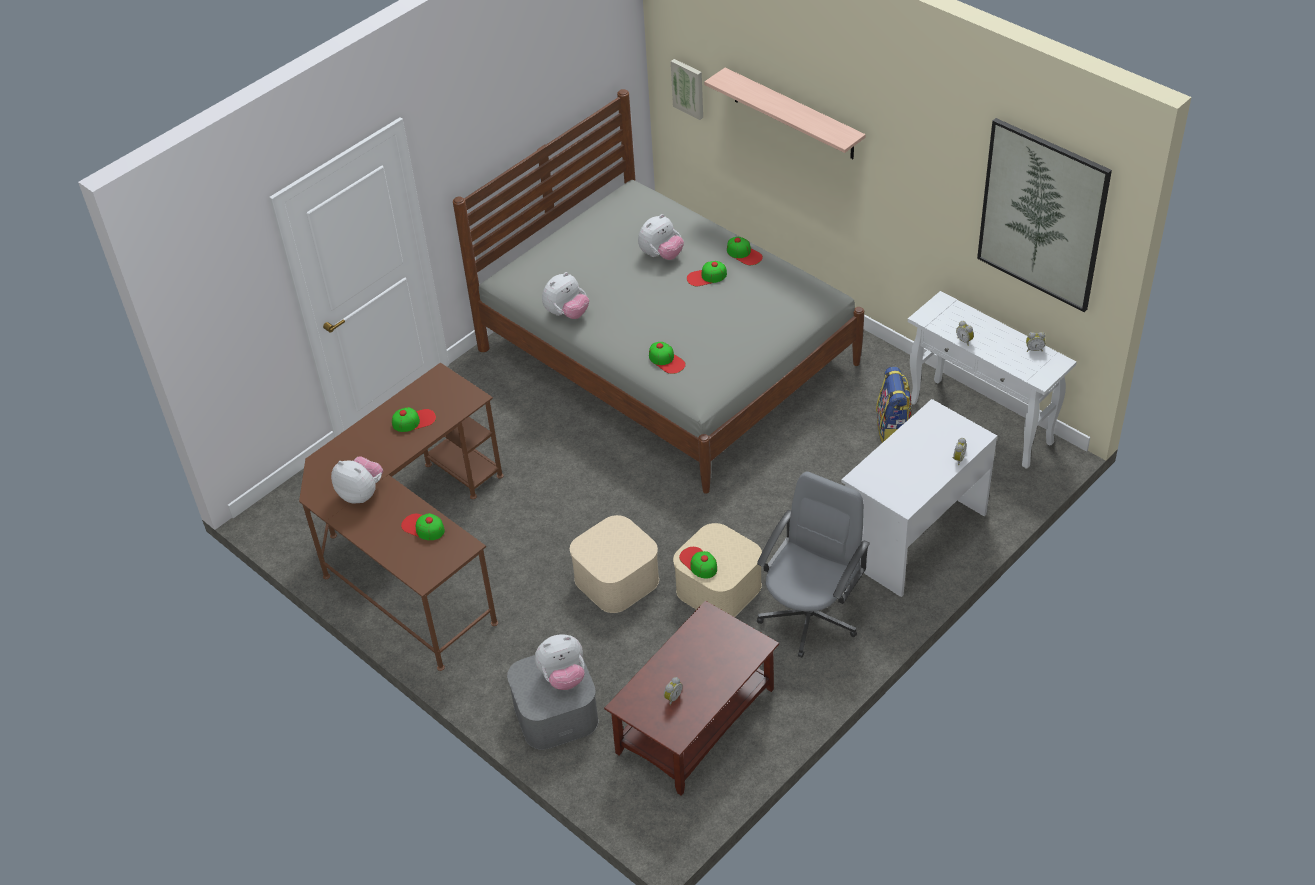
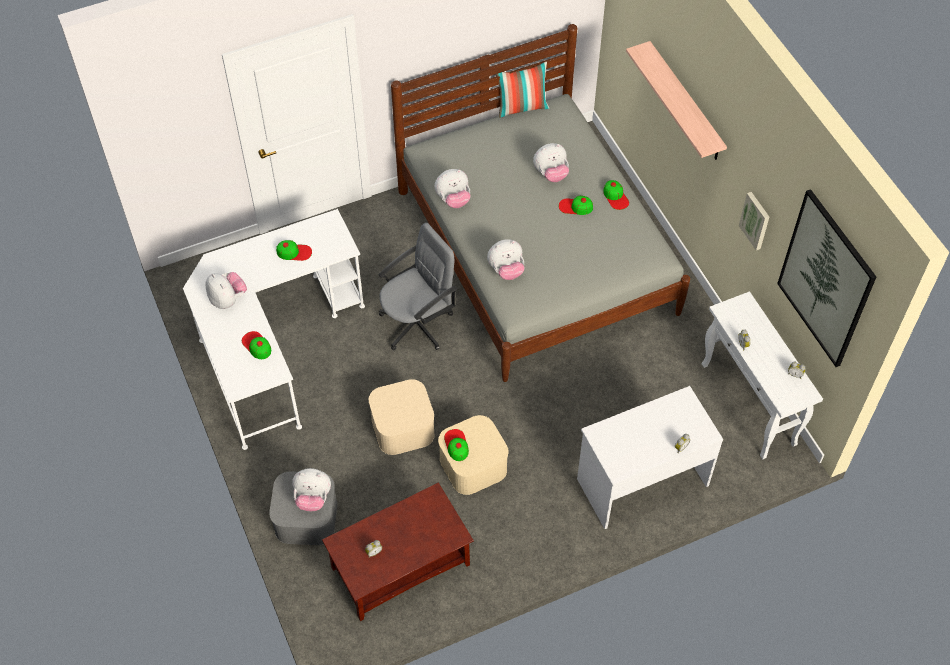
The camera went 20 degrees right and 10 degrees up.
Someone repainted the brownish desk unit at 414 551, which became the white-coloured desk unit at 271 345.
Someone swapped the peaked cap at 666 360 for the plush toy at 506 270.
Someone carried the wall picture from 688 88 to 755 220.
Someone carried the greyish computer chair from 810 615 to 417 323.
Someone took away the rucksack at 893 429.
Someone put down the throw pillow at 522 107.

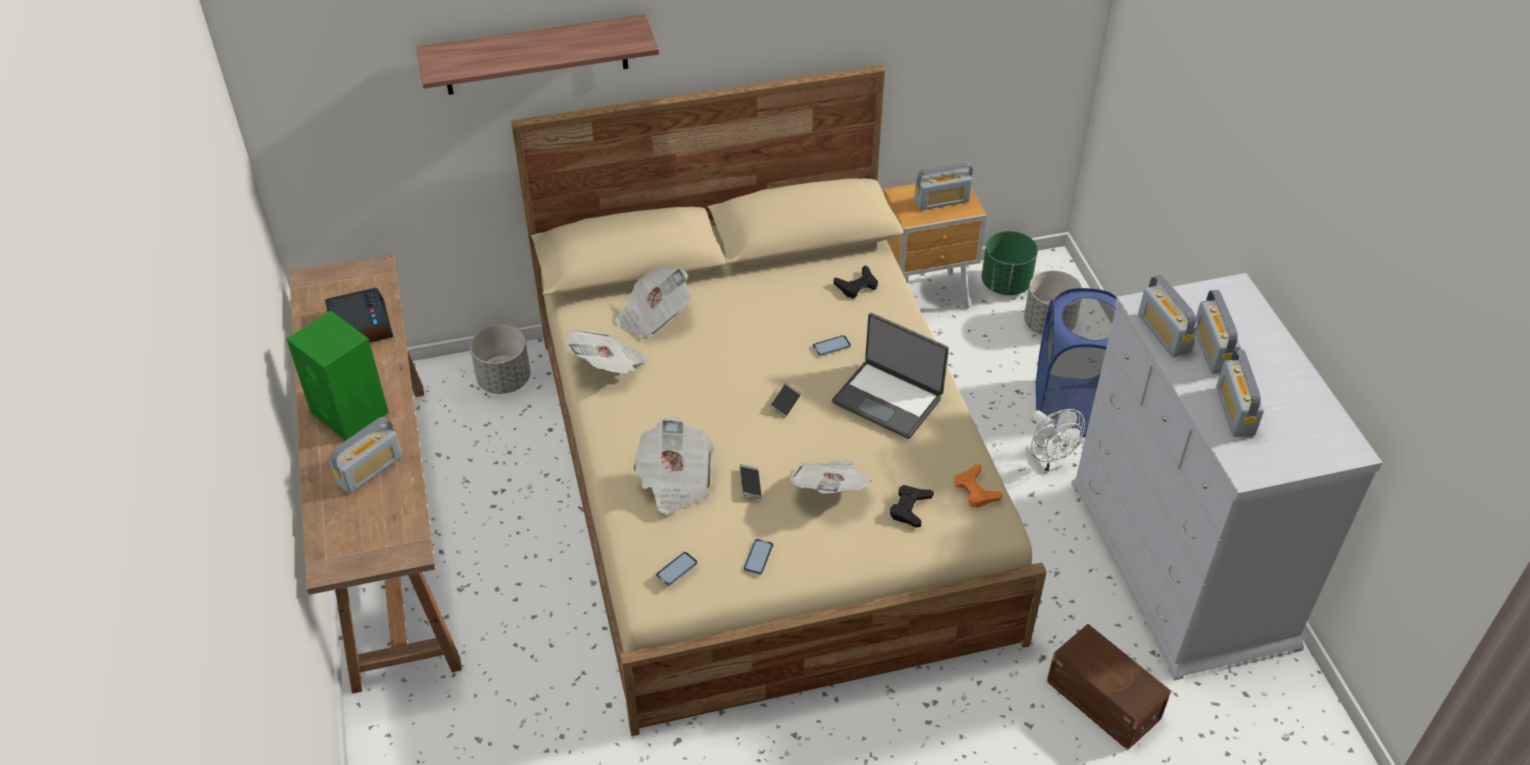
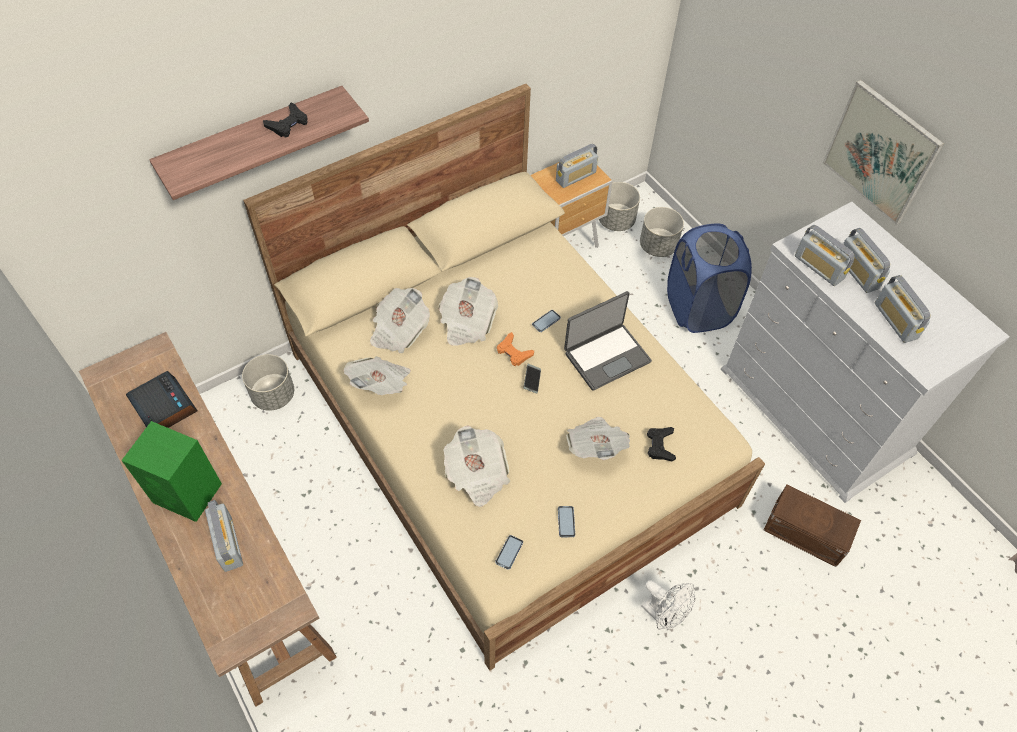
The camera went 20 degrees left and 10 degrees up.
Someone rotated the radio at 370 470 by 45 degrees counterclockwise.
Someone took away the telephone at 750 484.
Someone rotated the notebook computer at 888 399 by 45 degrees counterclockwise.
Someone carried the black game controller from 857 286 to 288 124.
Someone carried the orange game controller from 976 490 to 513 352.
Someone repainted the greenish planter at 1006 284, which became the greyish planter at 616 221.
Someone carried the white-coloured fan from 1047 462 to 663 615.
Someone put down the printed paper at 466 323.
Someone put up the wall picture at 880 152.

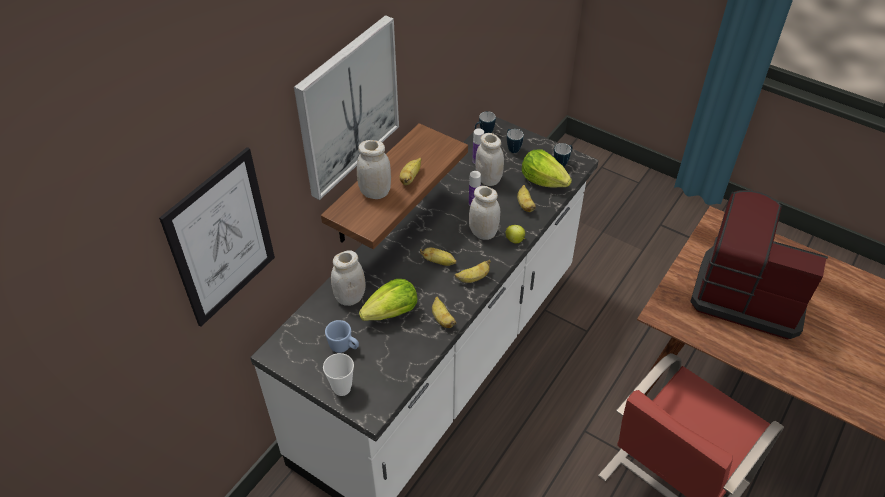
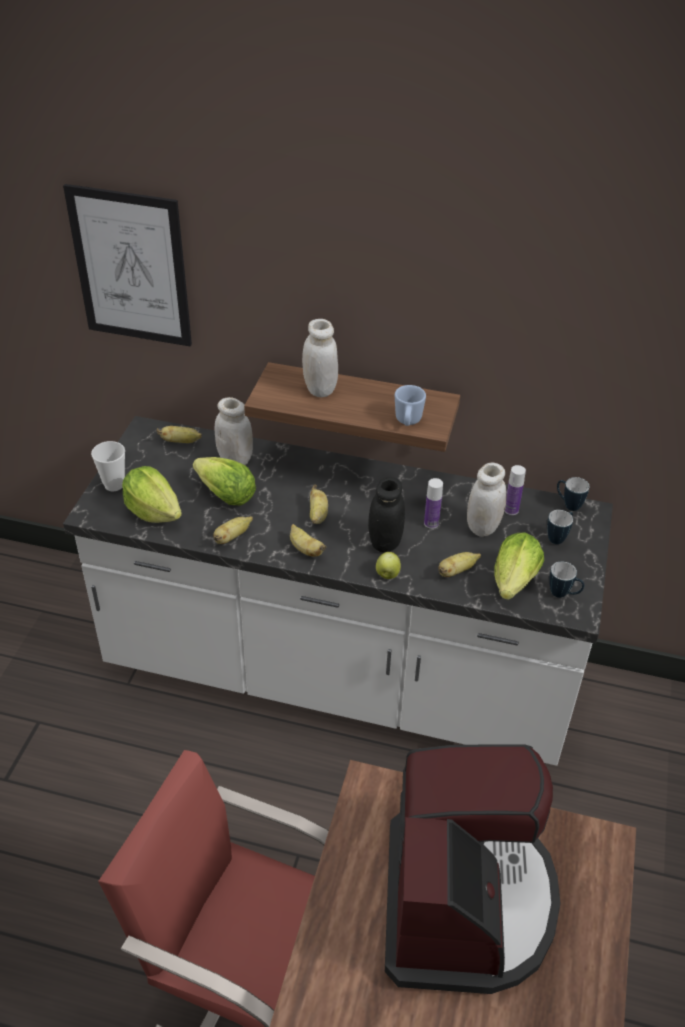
The camera went 70 degrees right and 5 degrees down.
Someone took away the wall picture at 347 107.
Someone carried the blue tea mug from 344 347 to 408 422.
Someone carried the whole banana from 410 178 to 181 442.
Someone repainted the white-coloured storage jar at 483 233, which became the black storage jar at 385 542.
Someone put down the lettuce head at 153 511.

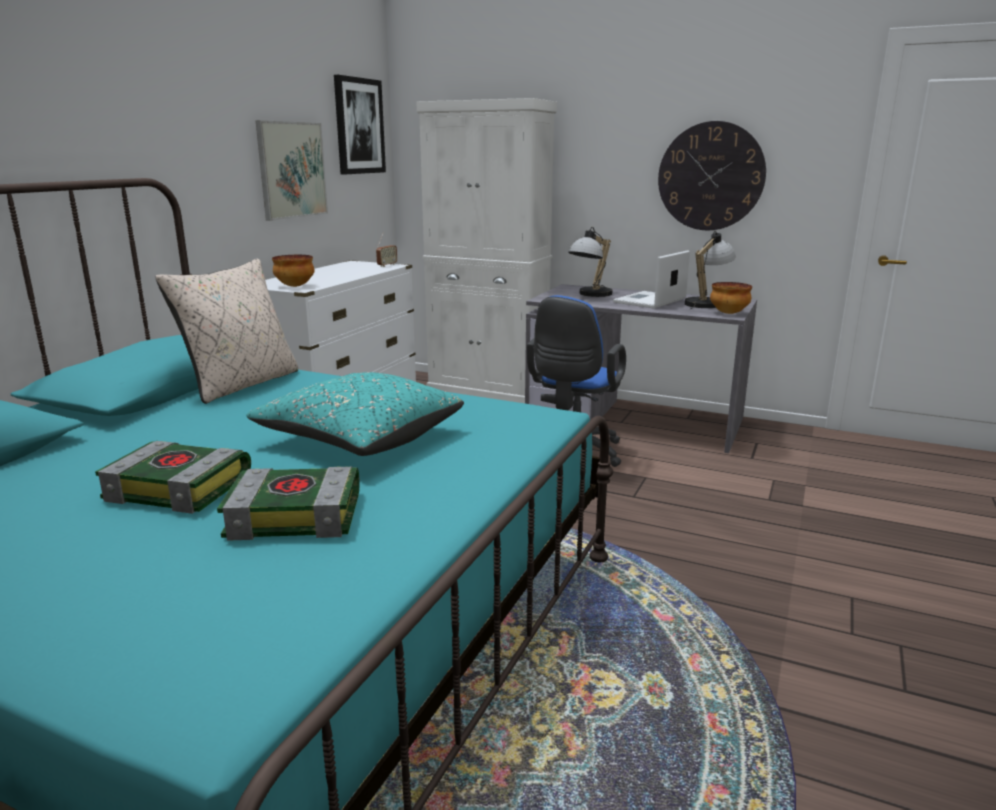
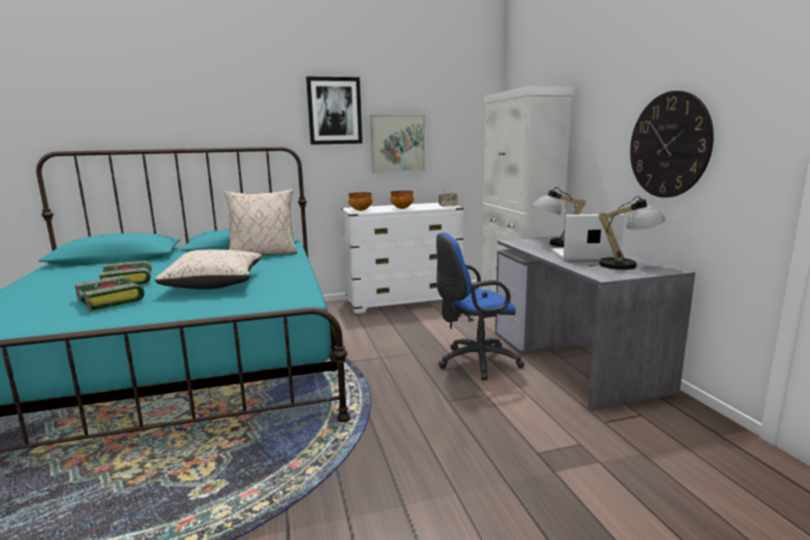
The camera went 50 degrees right and 5 degrees down.
Someone repainted the turquoise throw pillow at 360 438, which became the beige throw pillow at 215 284.
Someone carried the wall picture from 359 126 to 334 111.
Someone carried the bowl from 729 313 to 402 208.

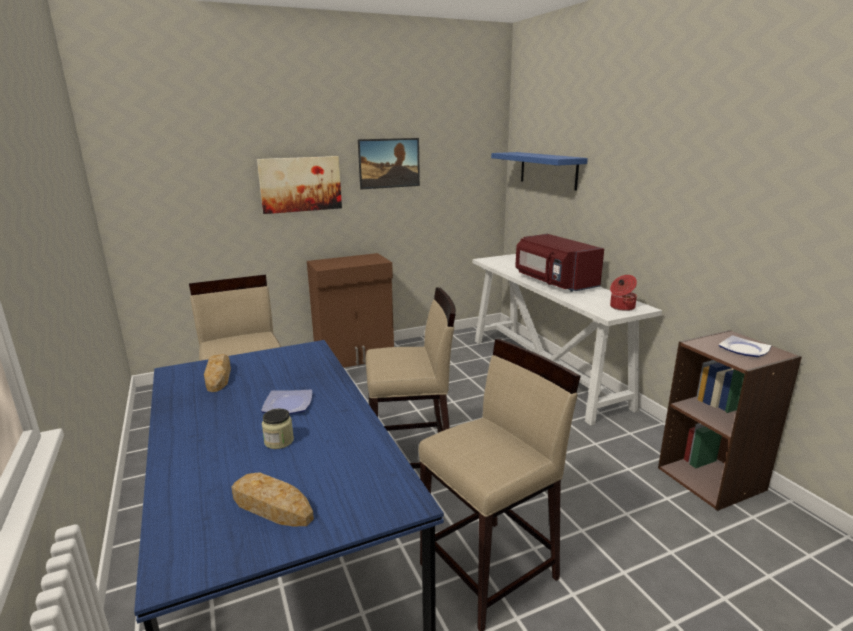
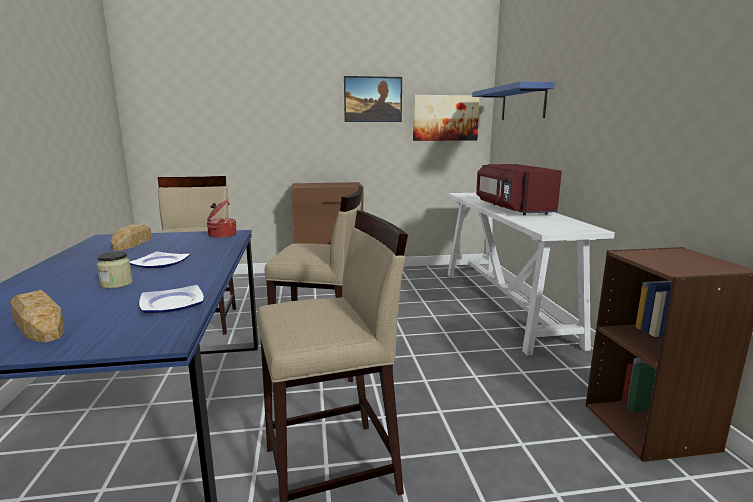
The camera went 15 degrees right and 5 degrees down.
Someone carried the wall picture from 300 184 to 445 118.
Someone carried the stockpot from 621 307 to 221 235.
Someone carried the flat dish from 742 349 to 171 303.

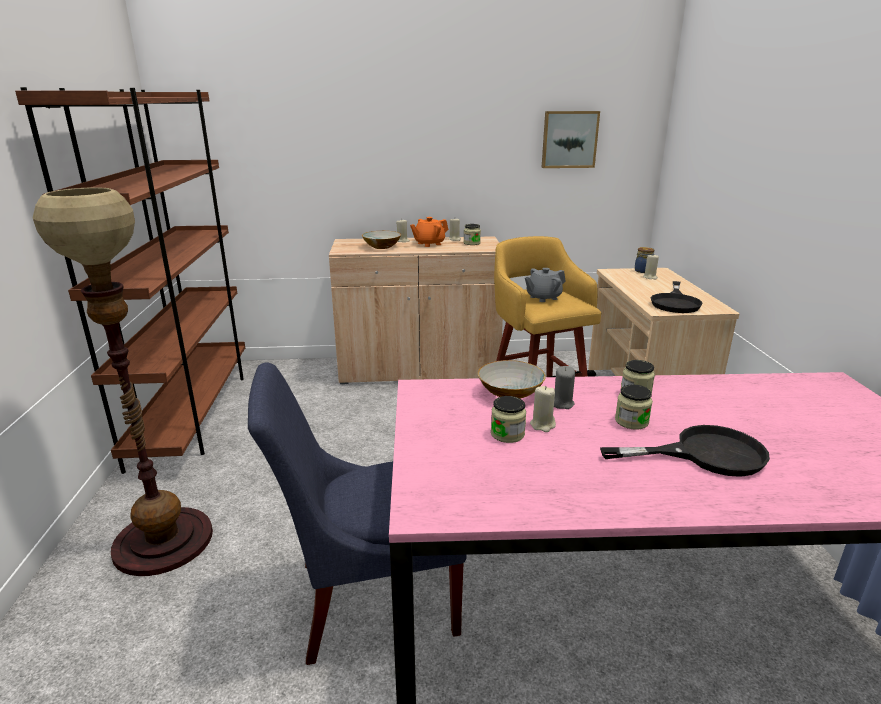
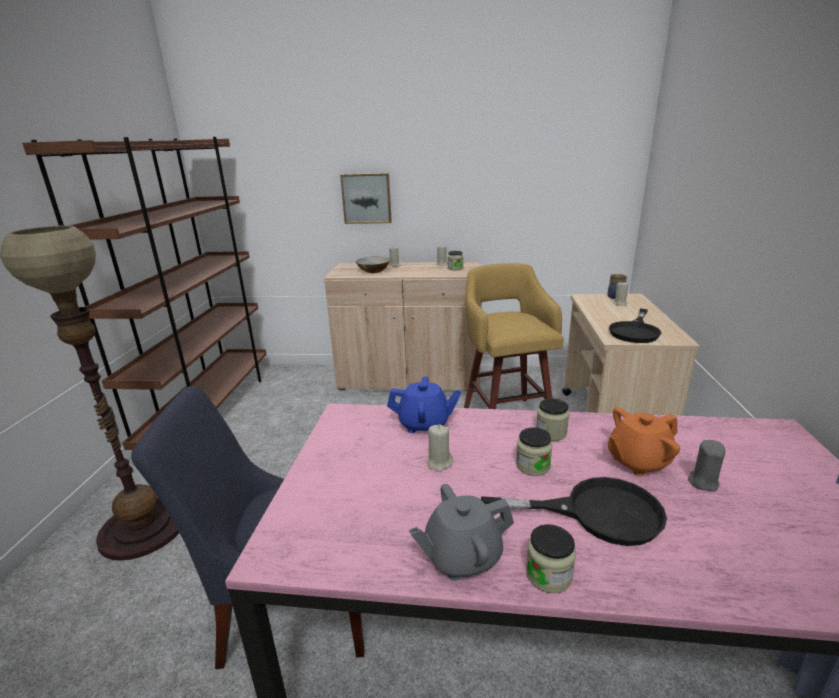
The camera went 10 degrees right and 0 degrees up.
Someone carried the orange pot for tea from 429 244 to 637 462.
Someone swapped the bowl at 509 393 for the blue pot for tea at 424 424.
Someone carried the storage jar from 507 434 to 548 575.
Someone carried the greyish pot for tea from 543 298 to 462 557.
Someone carried the wall picture from 569 139 to 366 198.
Someone carried the greyish candle from 562 403 to 703 482.

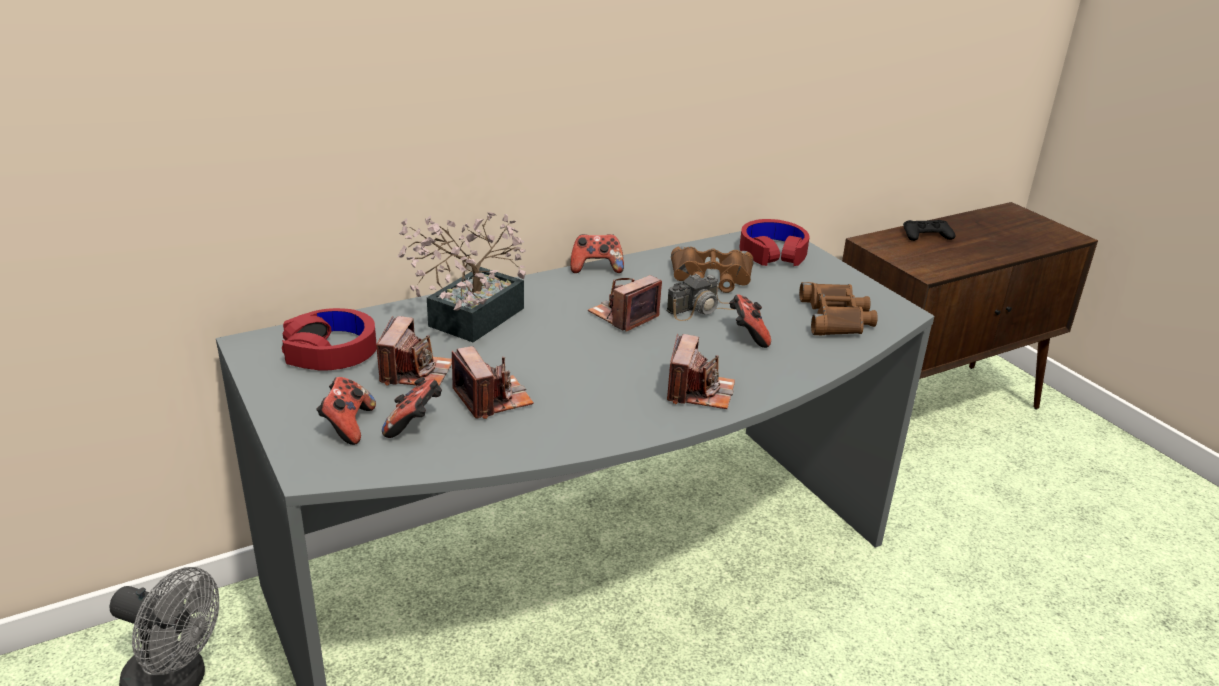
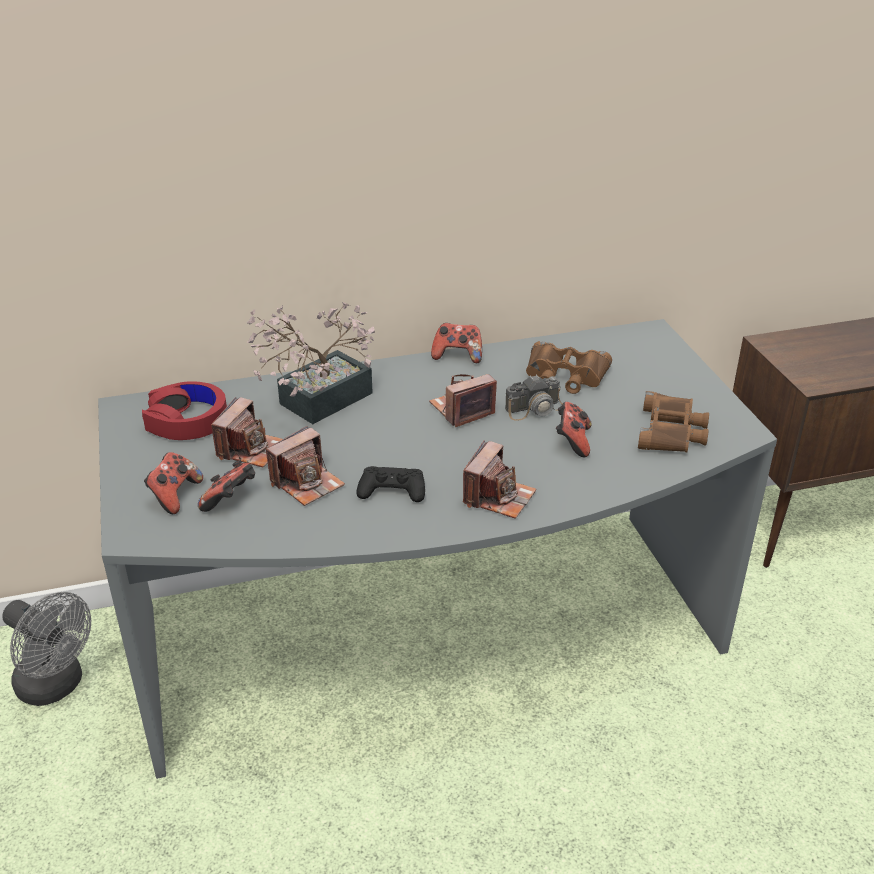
The camera went 15 degrees right and 5 degrees up.
Someone rotated the photo camera at 492 399 by 60 degrees clockwise.
Someone took away the reddish headphones at 772 253.
Someone carried the black game controller from 926 235 to 392 490.

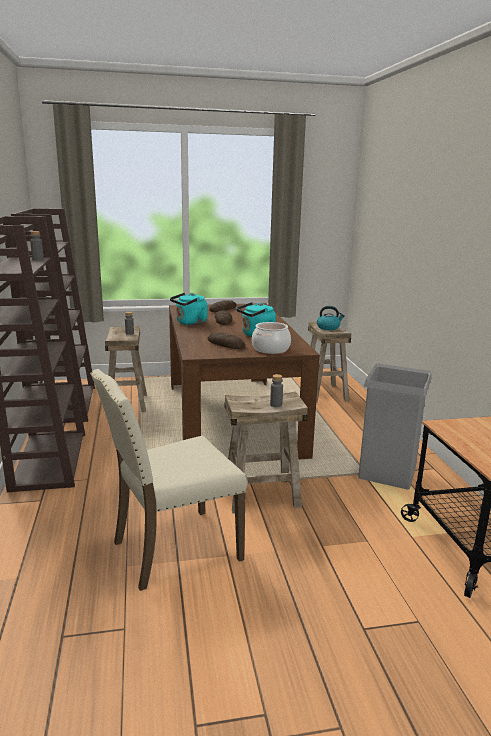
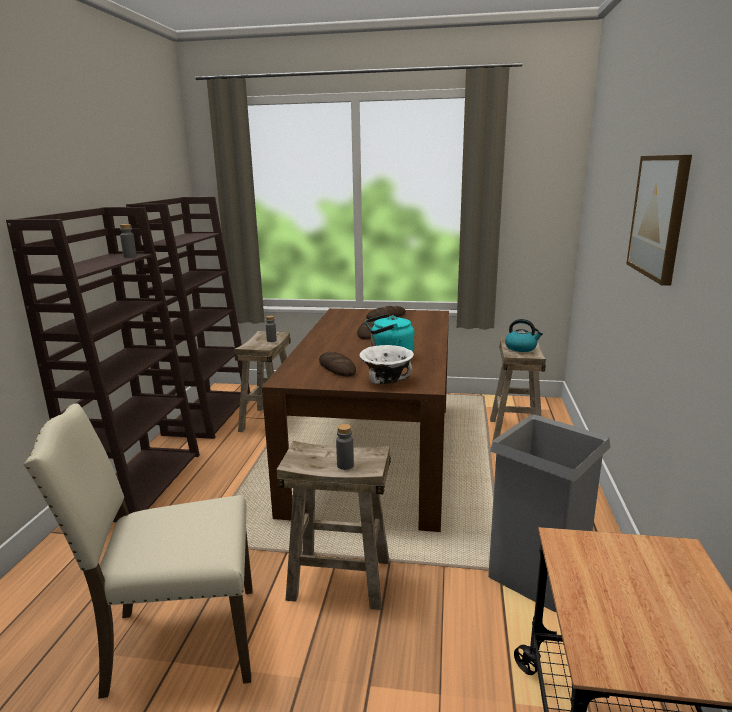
The camera went 20 degrees right and 0 degrees up.
Someone took away the turquoise kettle at 190 323.
Someone swapped the stockpot at 270 349 for the white-coloured bowl at 386 380.
Someone put up the wall picture at 659 216.

